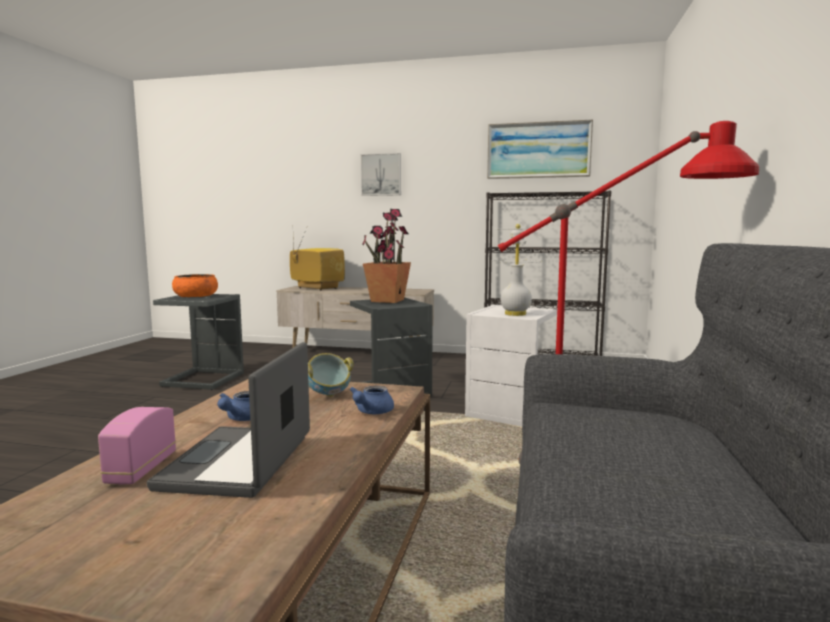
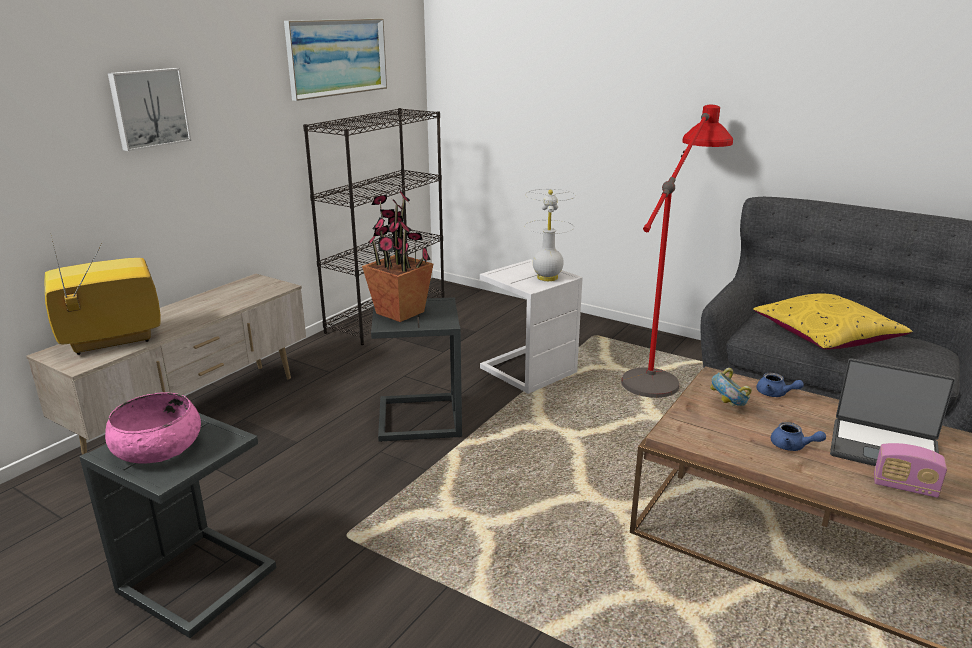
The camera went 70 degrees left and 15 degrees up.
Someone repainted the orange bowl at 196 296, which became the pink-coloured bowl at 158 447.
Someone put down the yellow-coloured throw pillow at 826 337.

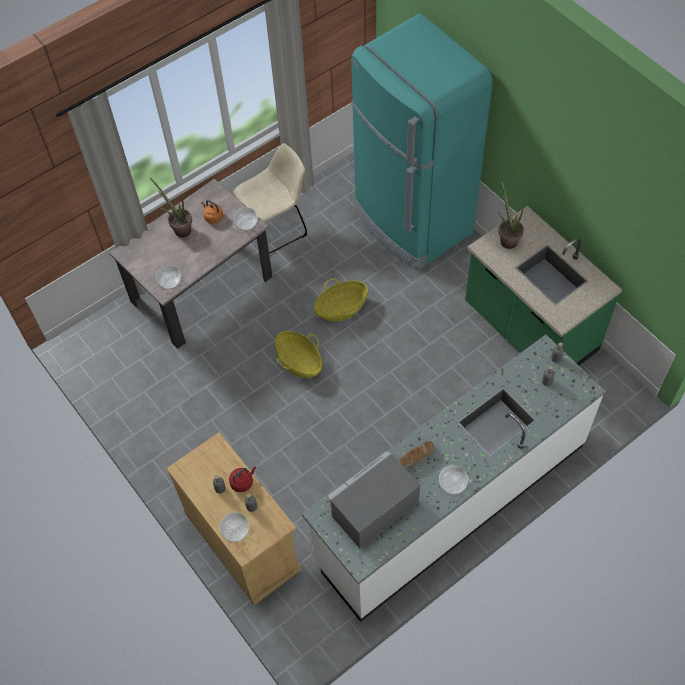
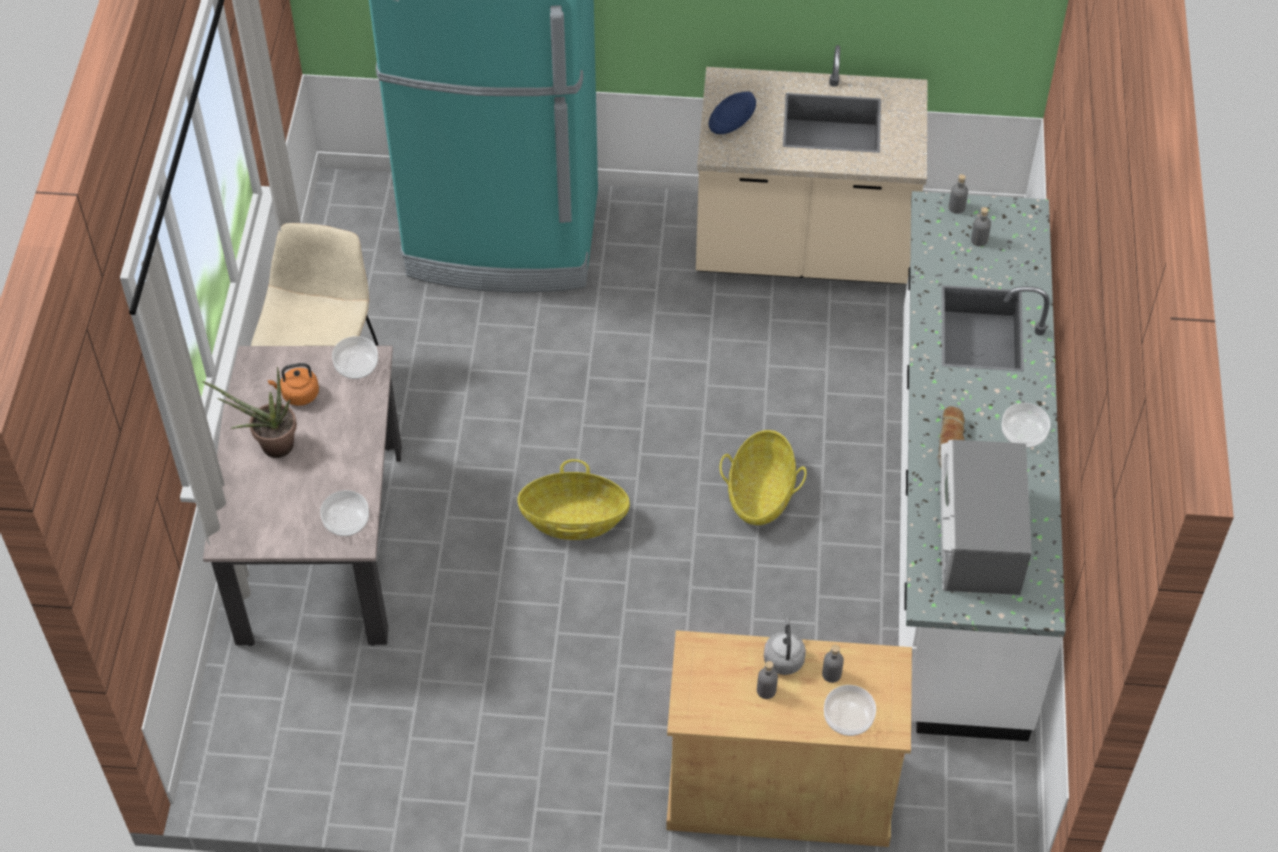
The camera went 50 degrees left and 5 degrees down.
Someone repainted the reddish kettle at 243 482, which became the greyish kettle at 783 658.
Someone carried the basket from 341 308 to 760 494.
Someone repainted the greenish kitchen counter at 529 329, which became the beige kitchen counter at 802 249.
Someone swapped the potted plant at 507 239 for the blue bowl at 732 121.

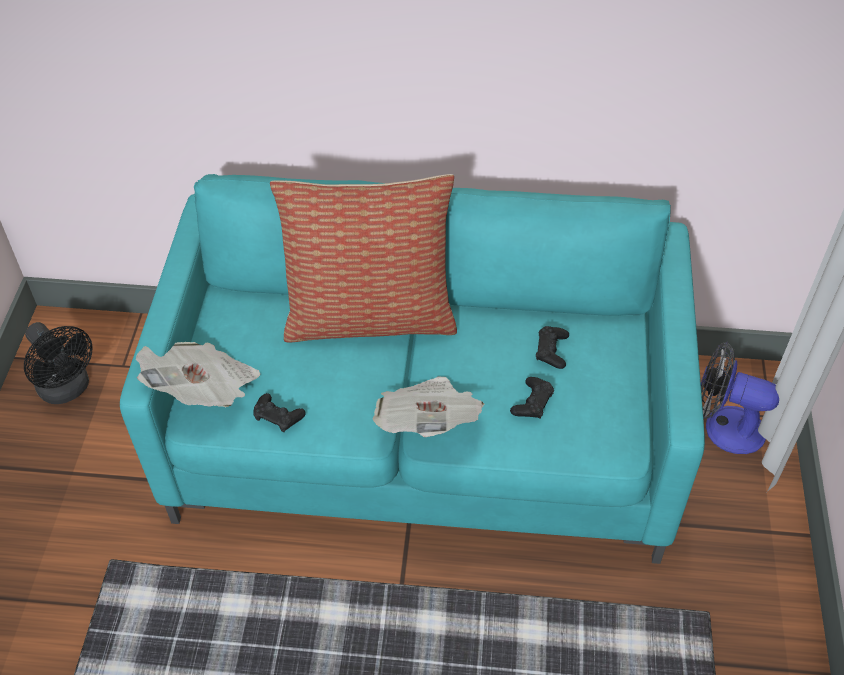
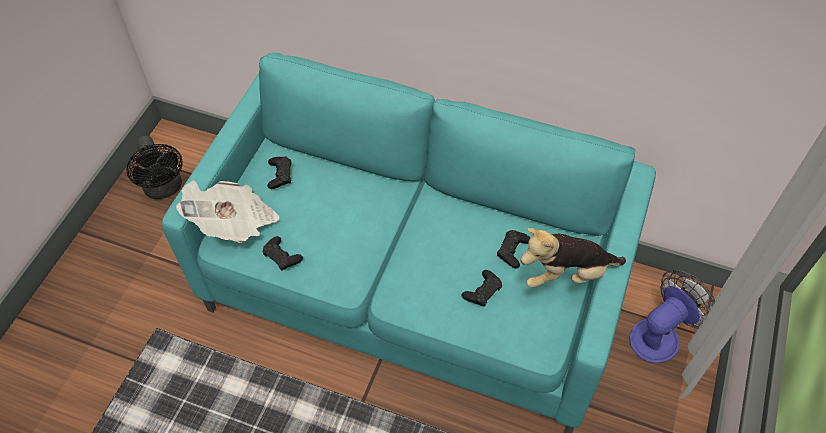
The camera went 15 degrees right and 5 degrees up.
Someone took away the throw pillow at 370 316.
Someone took away the printed paper at 428 423.
Someone rotated the fan at 723 426 by 105 degrees clockwise.
Someone put down the black game controller at 280 175.
Someone put down the plush toy at 565 274.

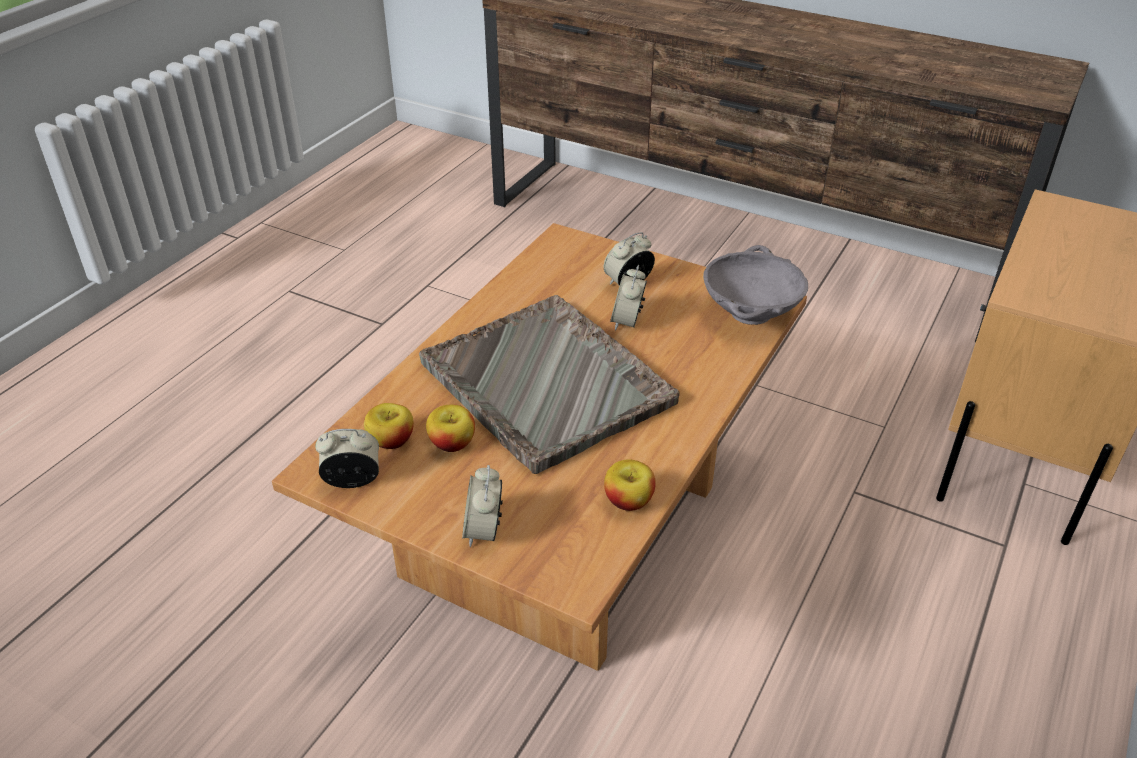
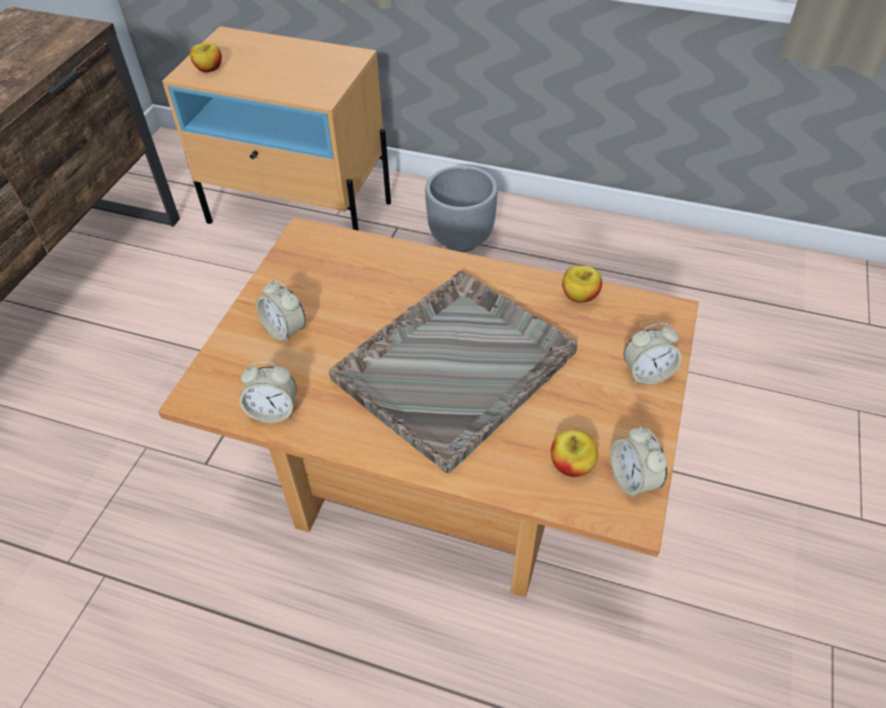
The camera went 100 degrees left and 10 degrees up.
Someone carried the apple from 452 443 to 209 69.
Someone carried the alarm clock from 627 322 to 273 411.
Someone took away the greyish bowl at 750 313.
Someone put down the greyish planter at 461 240.

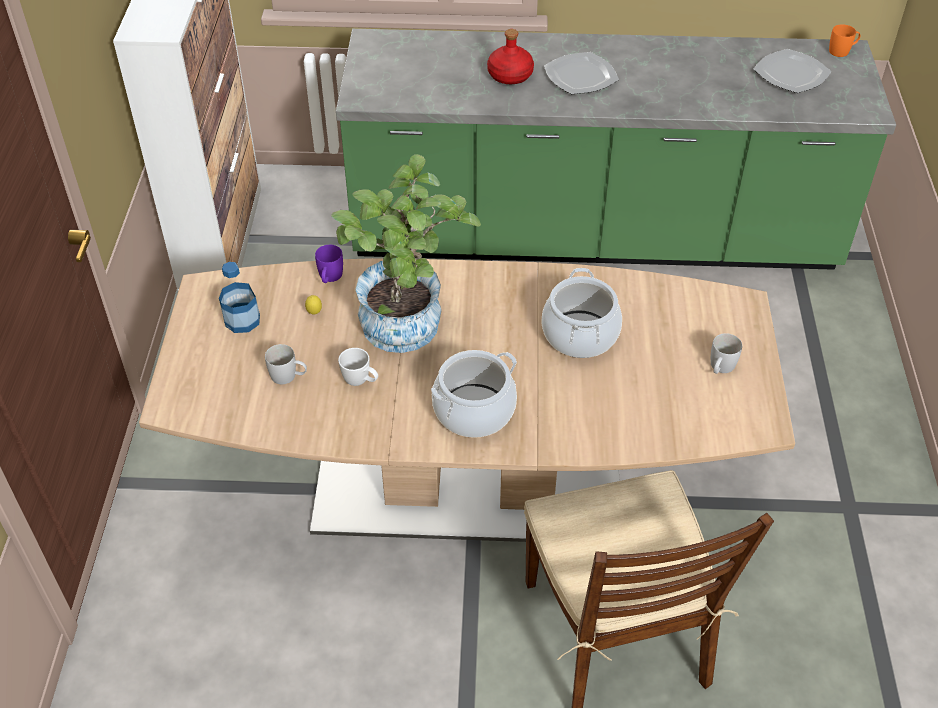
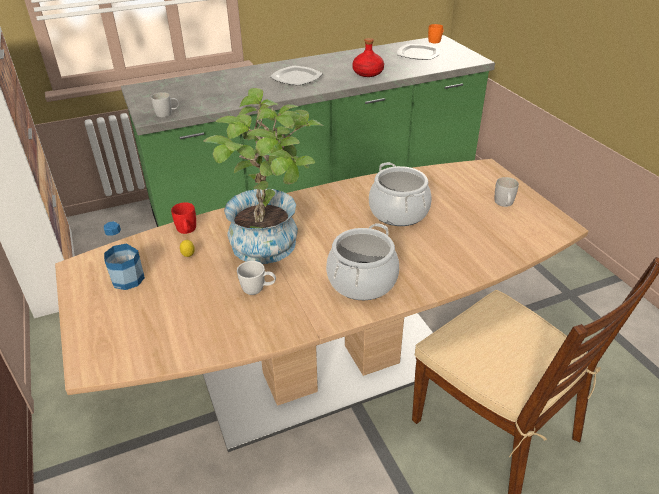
The camera went 25 degrees left and 10 degrees down.
Someone carried the white-coloured tea mug from 288 376 to 167 113.
Someone repainted the purple-coloured tea mug at 329 278, which became the reddish tea mug at 187 231.
Someone carried the reddish bottle from 509 75 to 367 73.

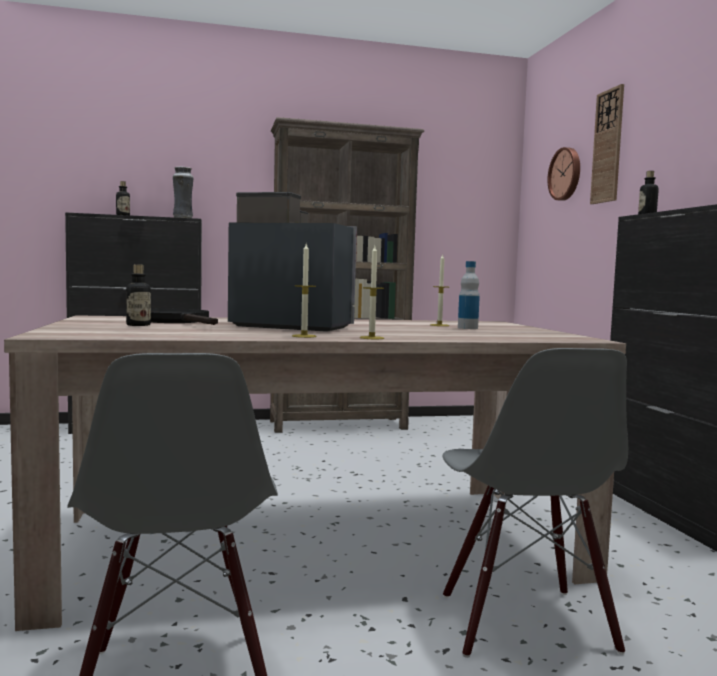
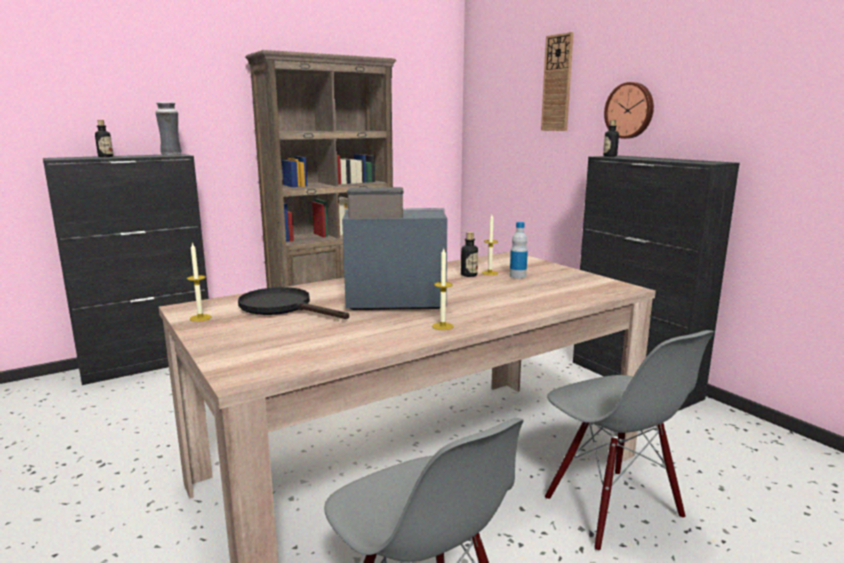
The camera went 20 degrees left and 10 degrees up.
Someone carried the bottle from 138 325 to 469 275.
Someone carried the candle from 371 338 to 200 318.
Someone carried the wall clock from 566 174 to 630 110.

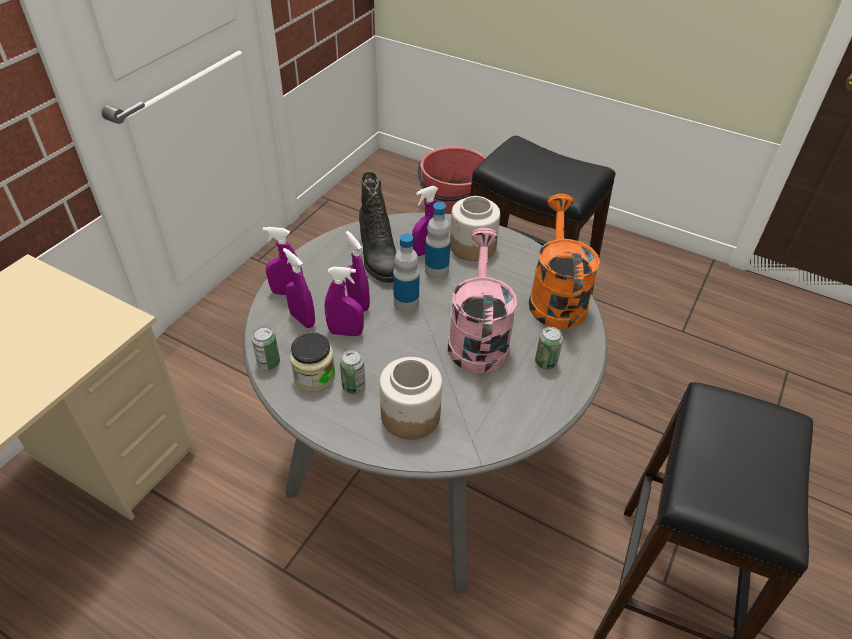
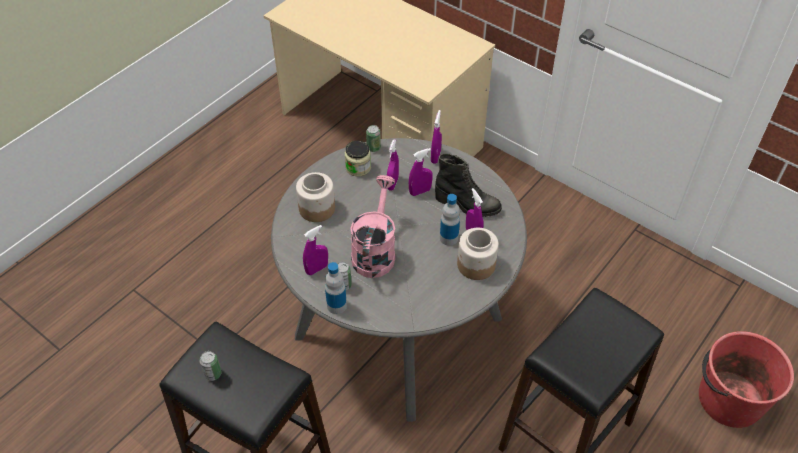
The camera went 100 degrees right and 5 degrees up.
Someone carried the purple-coloured spray bottle from 302 319 to 317 269.
Someone carried the metal can from 353 386 to 213 374.
Someone rotated the black tall boot at 377 258 by 150 degrees counterclockwise.
Someone carried the bottle from 406 303 to 336 305.
Someone rotated the pink-coloured watering can at 477 337 by 90 degrees counterclockwise.
Someone took away the orange watering can at 555 297.

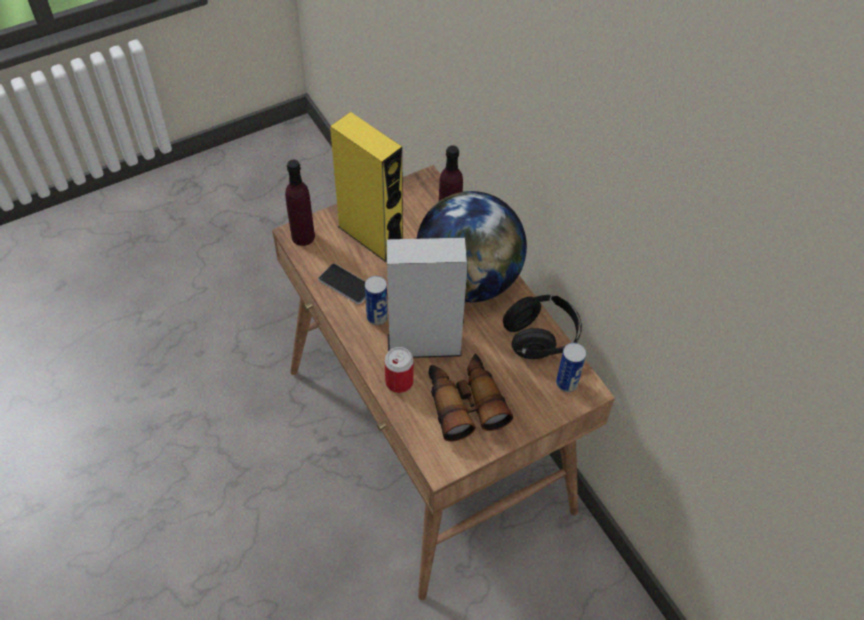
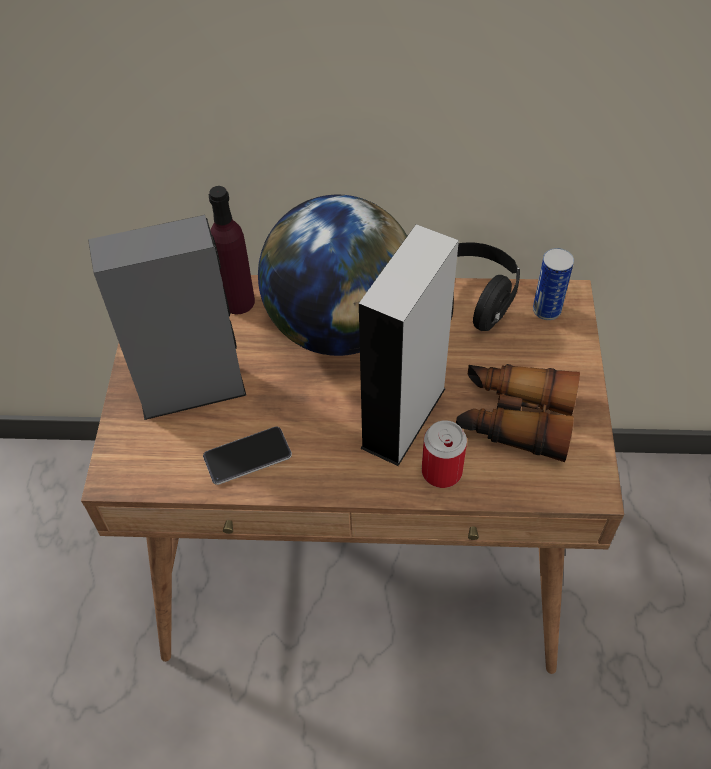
The camera went 55 degrees left and 0 degrees up.
Someone took away the purple-coloured bottle at 303 236.
Someone repainted the yellow-coloured audio speaker at 371 236, which became the greyish audio speaker at 192 391.
Someone took away the metal can at 377 317.

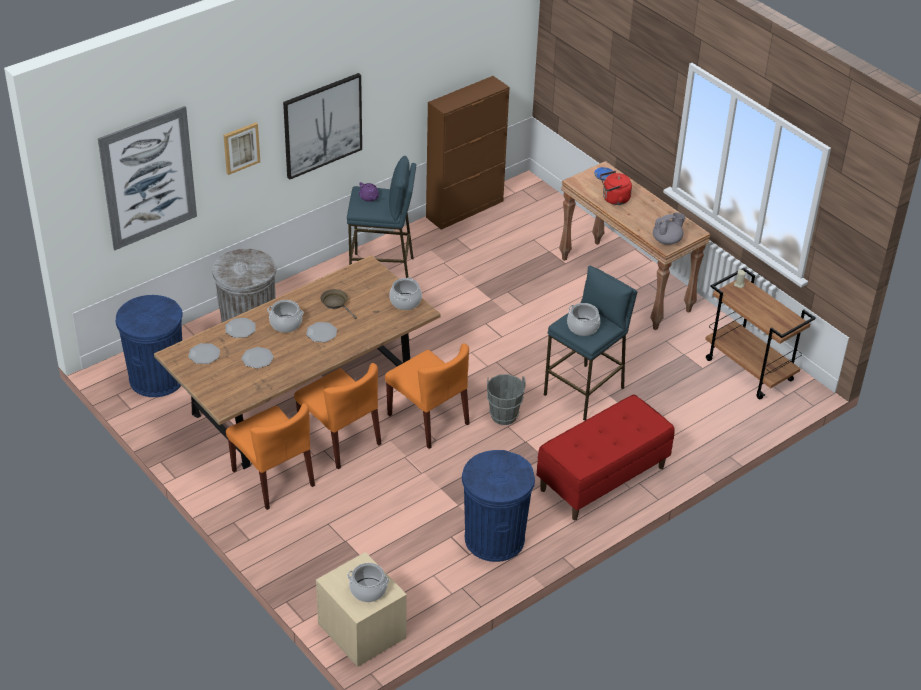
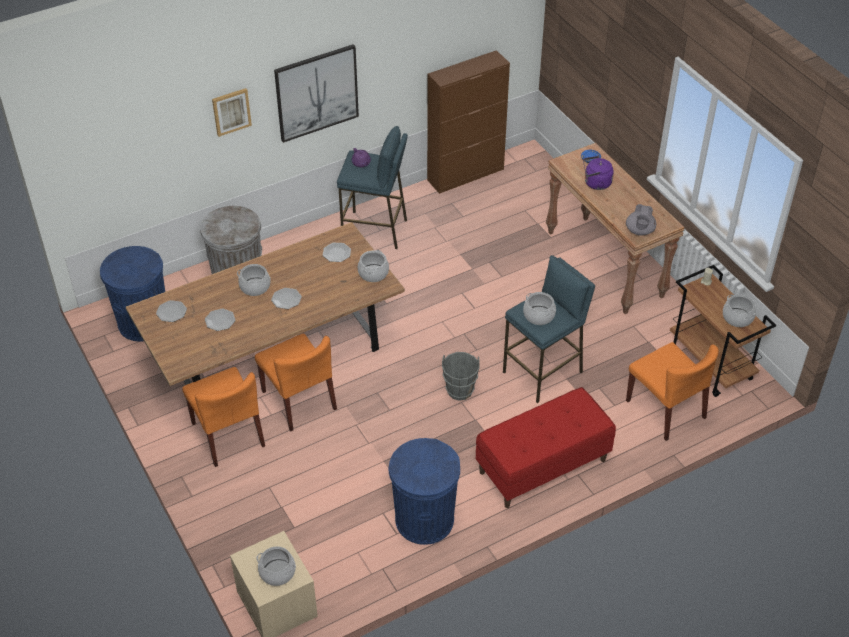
The camera went 10 degrees right and 5 degrees up.
Someone took away the wall picture at 148 178.
Someone carried the flat dish from 240 329 to 337 253.
Someone took away the brownish pan at 336 303.
Someone carried the orange chair from 428 420 to 666 409.
Someone repainted the reddish kettle at 614 199, which became the purple-coloured kettle at 595 183.
Someone rotated the greyish pot for tea at 667 240 by 120 degrees clockwise.
Someone put down the stockpot at 737 317.

